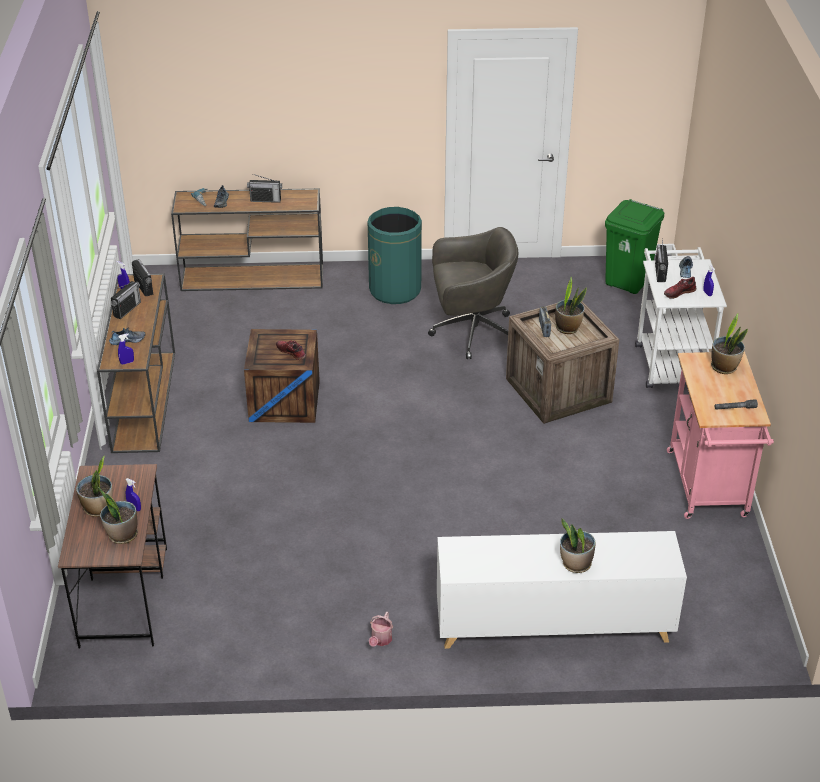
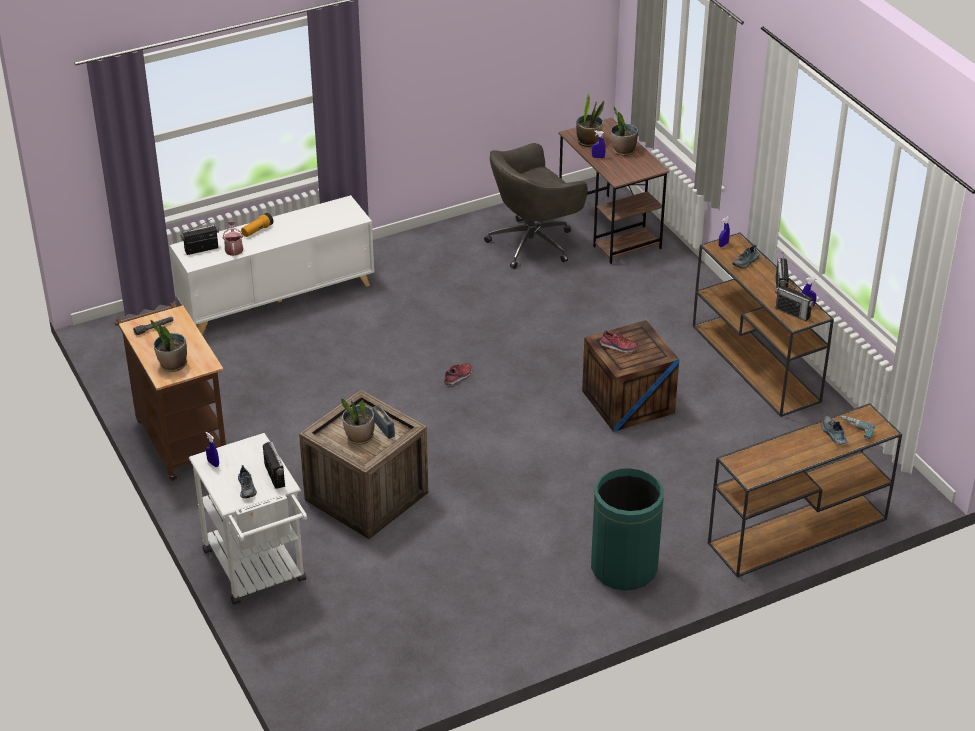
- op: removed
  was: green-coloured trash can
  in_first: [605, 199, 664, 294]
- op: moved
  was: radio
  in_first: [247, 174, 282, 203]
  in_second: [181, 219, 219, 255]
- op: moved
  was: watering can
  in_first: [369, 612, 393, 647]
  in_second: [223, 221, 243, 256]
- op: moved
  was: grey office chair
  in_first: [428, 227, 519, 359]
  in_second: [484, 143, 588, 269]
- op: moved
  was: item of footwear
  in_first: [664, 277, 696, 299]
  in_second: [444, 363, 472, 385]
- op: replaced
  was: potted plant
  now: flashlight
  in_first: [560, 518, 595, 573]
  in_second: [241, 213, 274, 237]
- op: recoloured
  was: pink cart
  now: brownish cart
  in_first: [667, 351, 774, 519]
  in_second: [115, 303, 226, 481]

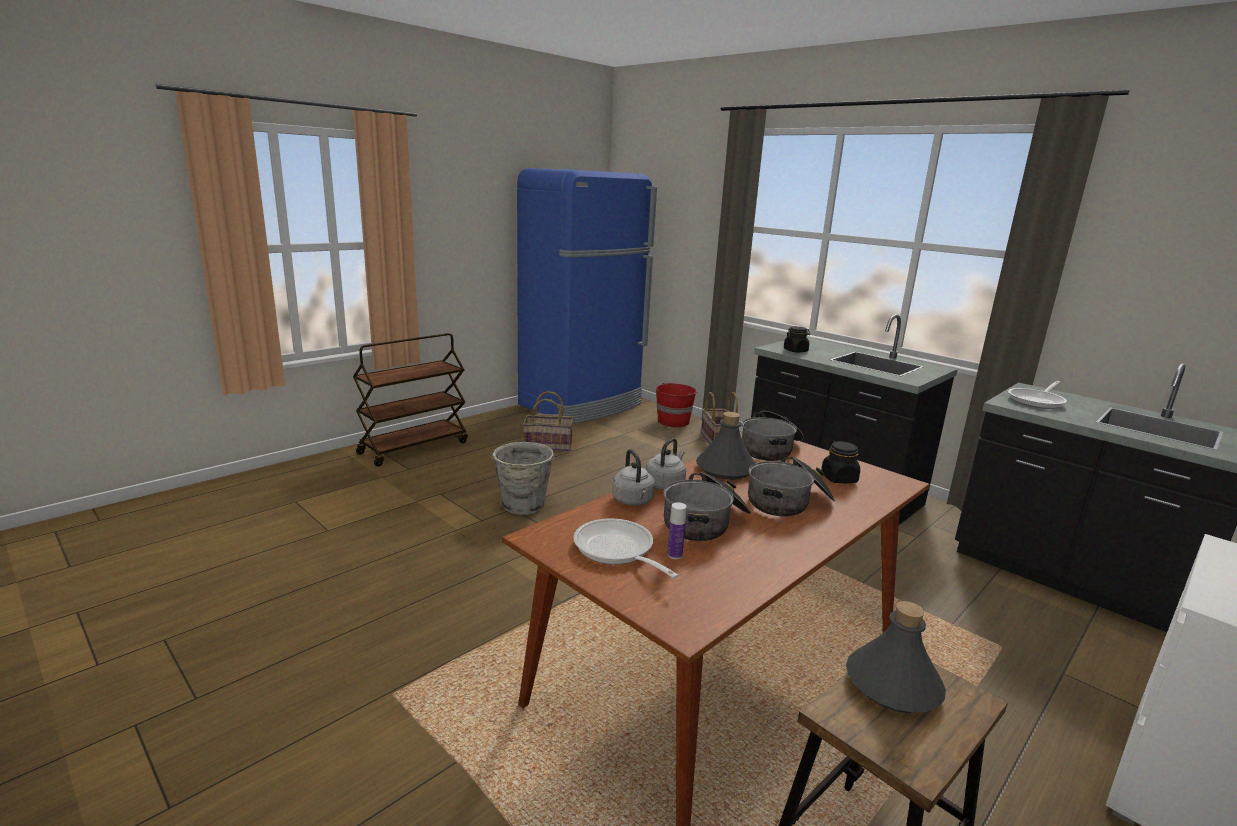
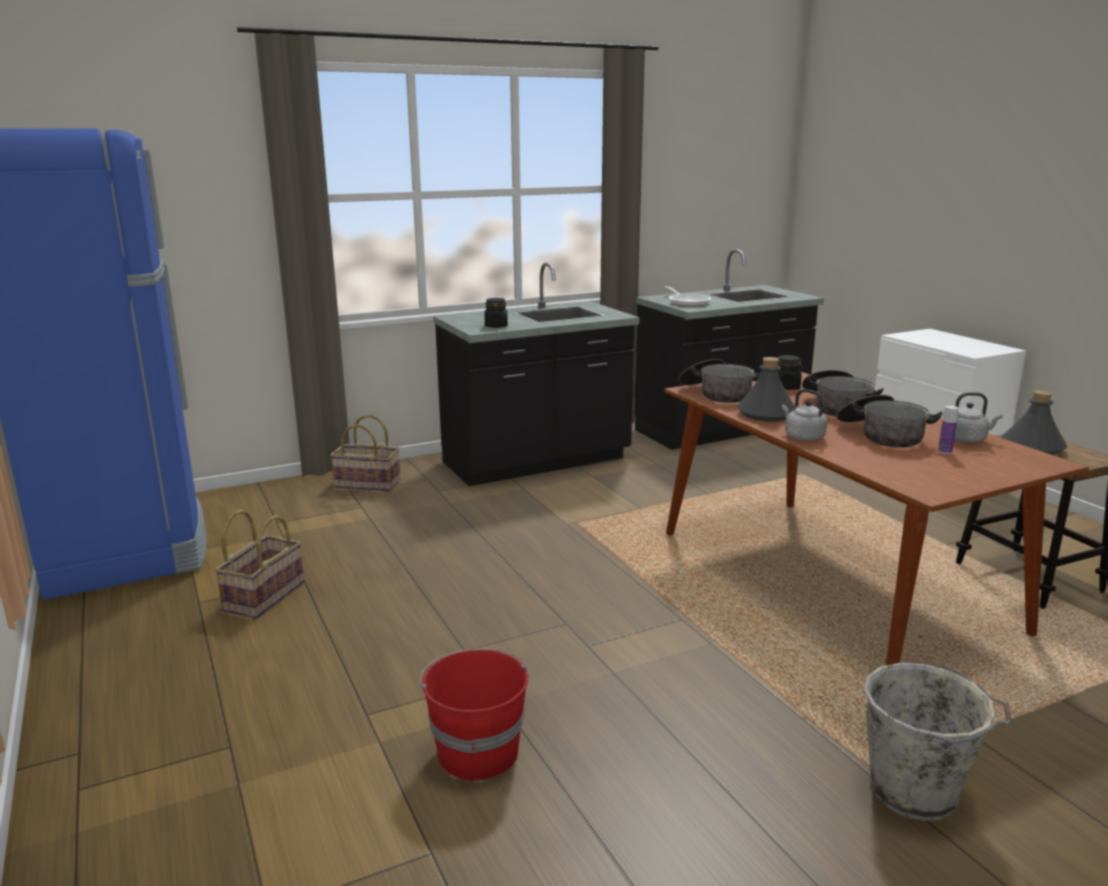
- op: removed
  was: brownish cart
  in_first: [353, 333, 468, 467]
- op: removed
  was: frying pan
  in_first: [573, 518, 679, 578]
- op: moved
  was: grey water bucket
  in_first: [489, 442, 555, 515]
  in_second: [864, 663, 1012, 821]
- op: moved
  was: grey kettle
  in_first: [612, 449, 655, 506]
  in_second: [954, 392, 1003, 443]
- op: moved
  was: reddish water bucket
  in_first: [656, 383, 698, 427]
  in_second: [419, 648, 528, 782]

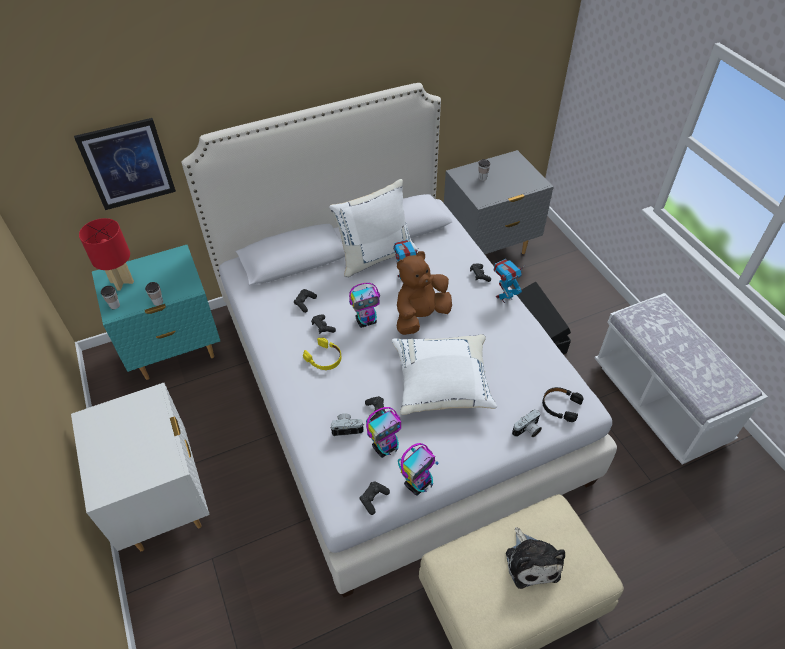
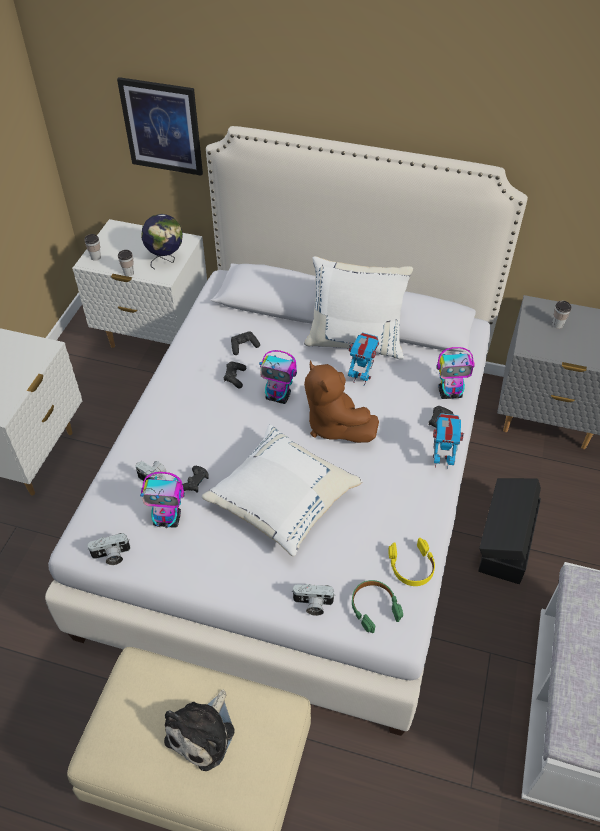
- op: removed
  was: reddish lamp for a table
  in_first: [79, 218, 134, 290]
- op: added
  now: globe
  in_second: [141, 214, 183, 270]
- op: moved
  was: yellow pair of headphones
  in_first: [303, 337, 341, 370]
  in_second: [388, 538, 435, 586]
- op: moved
  was: toy robot
  in_first: [398, 443, 439, 496]
  in_second: [437, 347, 475, 399]
- op: replaced
  was: black-coloured game controller
  now: photo camera
  in_first: [359, 482, 390, 515]
  in_second: [87, 533, 130, 565]
- op: recoloured
  was: turquoise bedside table
  now: white bedside table
  in_first: [92, 245, 220, 380]
  in_second: [72, 219, 207, 348]
- op: recoloured
  was: black-coloured pair of headphones
  now: green-coloured pair of headphones
  in_first: [542, 387, 583, 422]
  in_second: [352, 580, 403, 633]
- op: turned
  was: brownish cuddly toy
  in_first: [397, 251, 452, 335]
  in_second: [304, 361, 379, 443]
  clockwise: -120

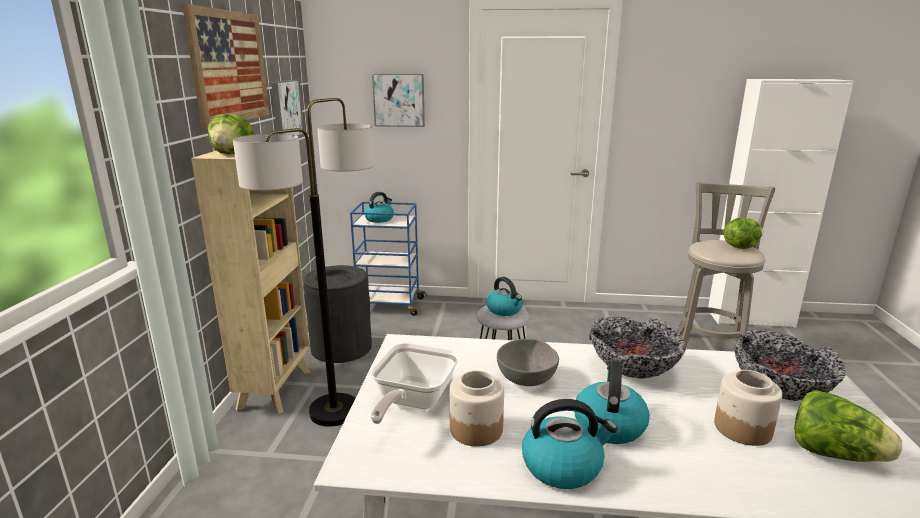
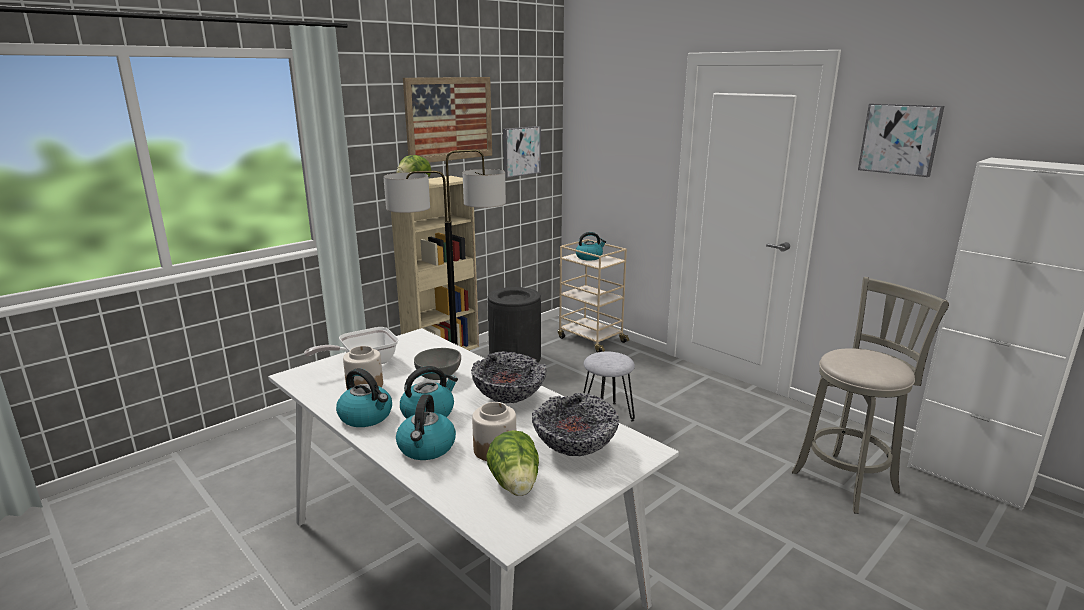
- op: removed
  was: lettuce
  in_first: [724, 218, 763, 249]
- op: moved
  was: wall art
  in_first: [372, 74, 425, 127]
  in_second: [858, 103, 944, 177]
- op: moved
  was: kettle
  in_first: [486, 277, 523, 316]
  in_second: [396, 394, 456, 460]
- op: recoloured
  was: bluish cart
  now: beige-coloured cart
  in_first: [350, 202, 427, 316]
  in_second: [558, 239, 629, 352]

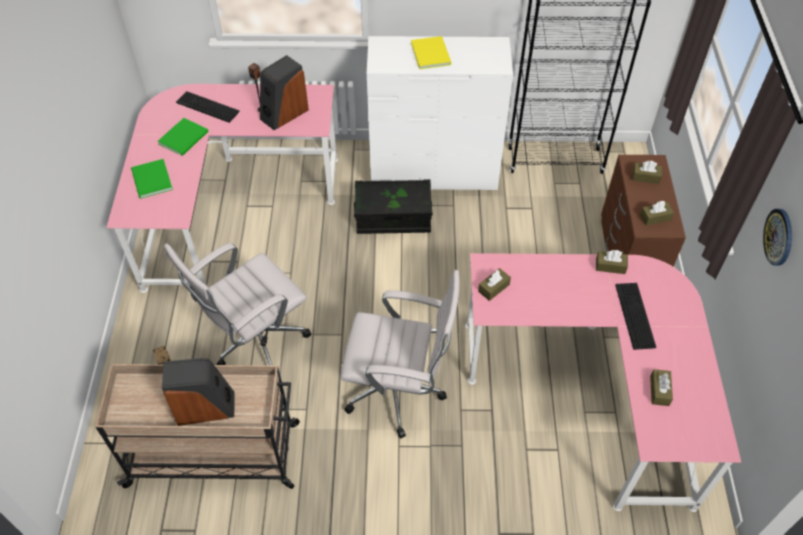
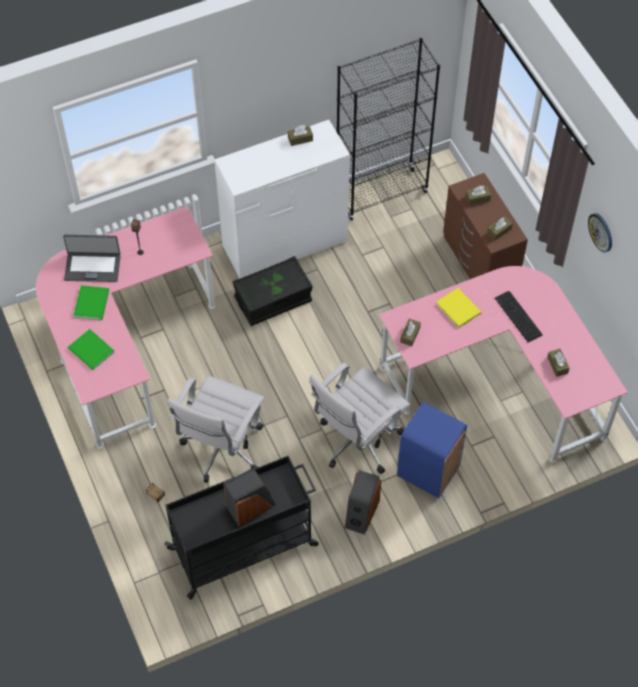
- op: added
  now: bluish trash can
  in_second: [397, 402, 467, 498]
- op: moved
  was: audio speaker
  in_first: [260, 55, 309, 130]
  in_second: [345, 470, 381, 535]
- op: moved
  was: yellow bound book
  in_first: [411, 36, 451, 69]
  in_second: [436, 288, 482, 328]
- op: moved
  was: brownish tissue box
  in_first: [596, 250, 628, 274]
  in_second: [288, 125, 313, 146]
- op: replaced
  was: computer keyboard
  now: notebook computer
  in_first: [176, 91, 240, 123]
  in_second: [63, 235, 120, 282]
- op: recoloured
  was: beige-coloured cart
  now: black-coloured cart
  in_first: [95, 364, 300, 489]
  in_second: [164, 456, 319, 599]
- op: turned
  was: white office chair
  in_first: [340, 270, 460, 439]
  in_second: [309, 363, 410, 474]
  clockwise: 150

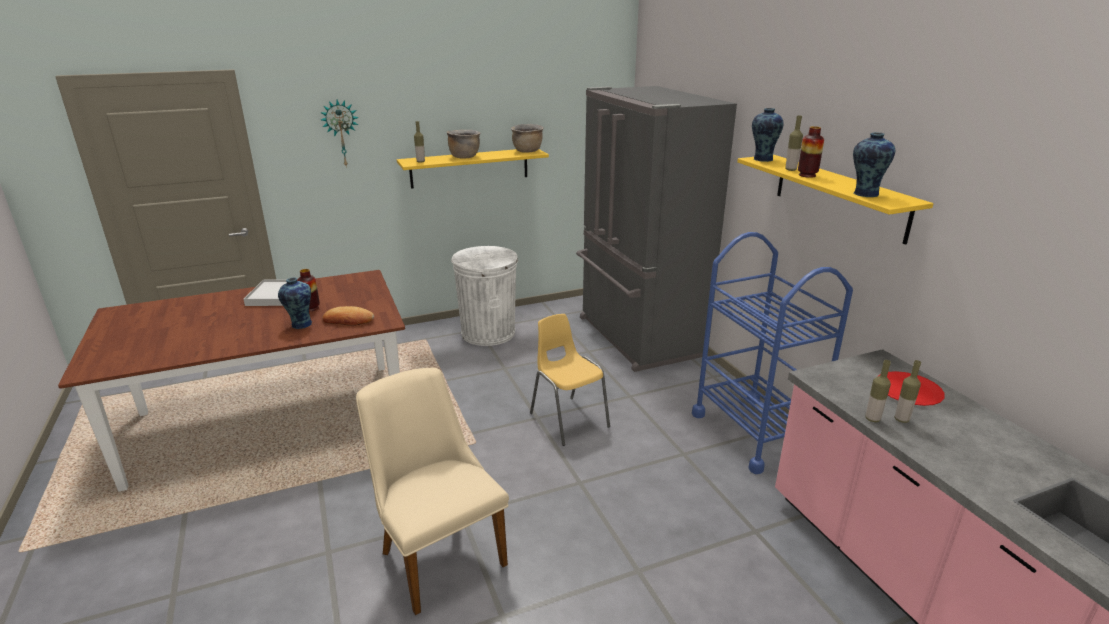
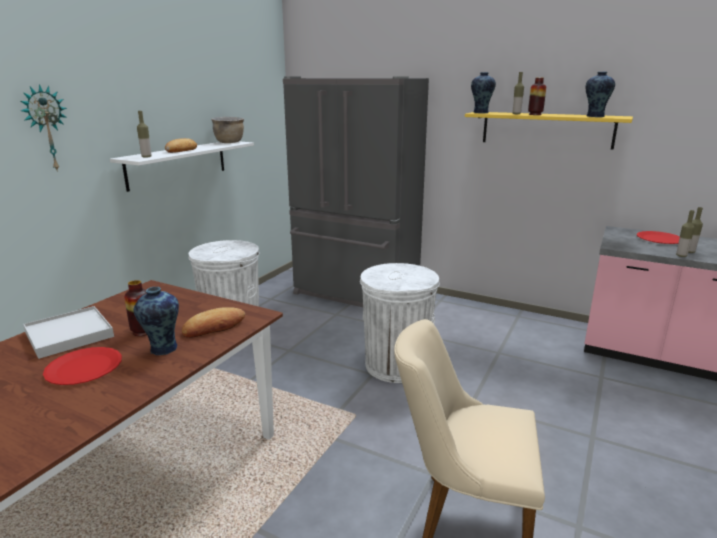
- op: removed
  was: bluish cart
  in_first: [692, 232, 853, 474]
- op: added
  now: reddish flat dish
  in_second: [43, 347, 122, 385]
- op: replaced
  was: brownish cooking pot
  now: bread
  in_first: [447, 130, 480, 159]
  in_second: [165, 138, 197, 153]
- op: replaced
  was: yellow plain chair
  now: white trash can
  in_first: [530, 314, 610, 446]
  in_second: [360, 263, 440, 383]
- op: recoloured
  was: yellow wall shelf
  now: white wall shelf
  in_first: [397, 149, 549, 189]
  in_second: [110, 141, 254, 192]

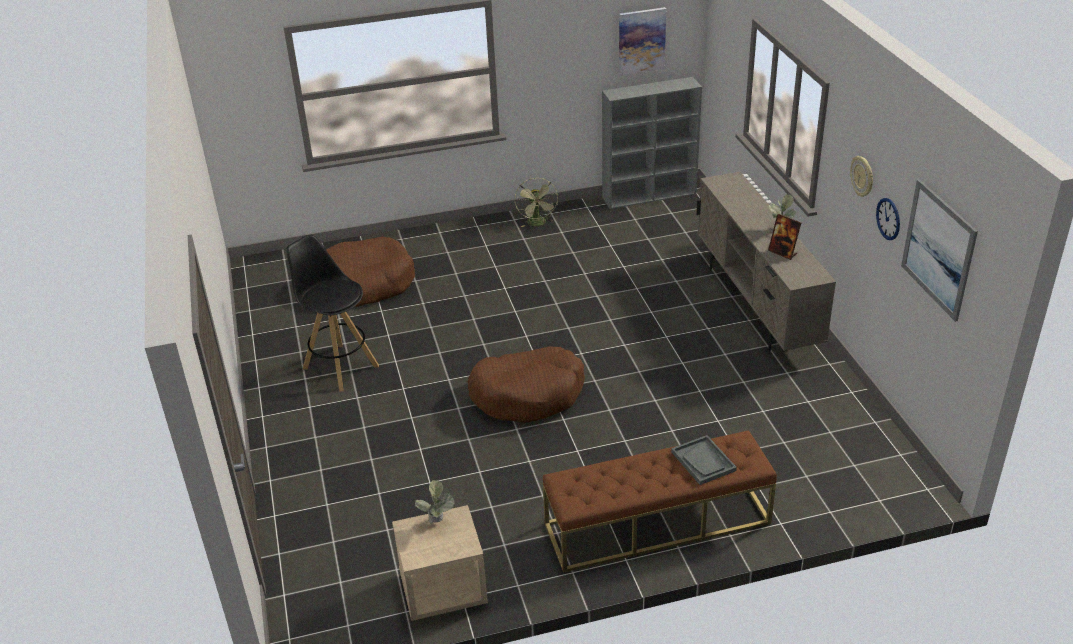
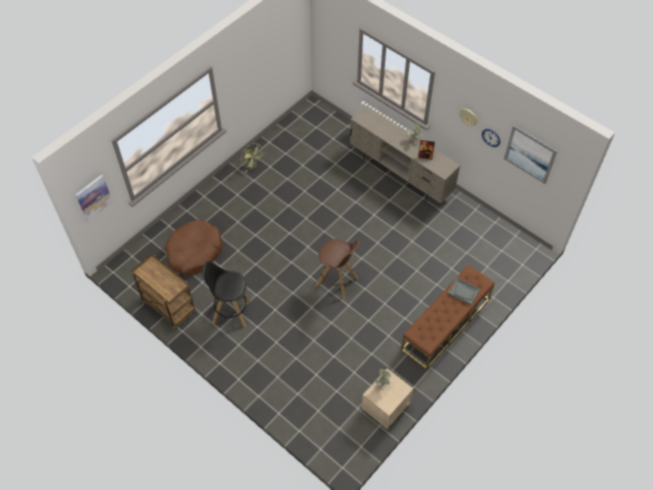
- op: removed
  was: grey shelving unit
  in_first: [602, 77, 702, 209]
- op: added
  now: brownish cart
  in_second: [131, 254, 196, 330]
- op: moved
  was: wall art
  in_first: [619, 7, 666, 75]
  in_second: [76, 175, 113, 221]
- op: replaced
  was: brownish pet bed
  now: brownish sitting stool
  in_first: [468, 346, 585, 423]
  in_second: [316, 239, 360, 300]

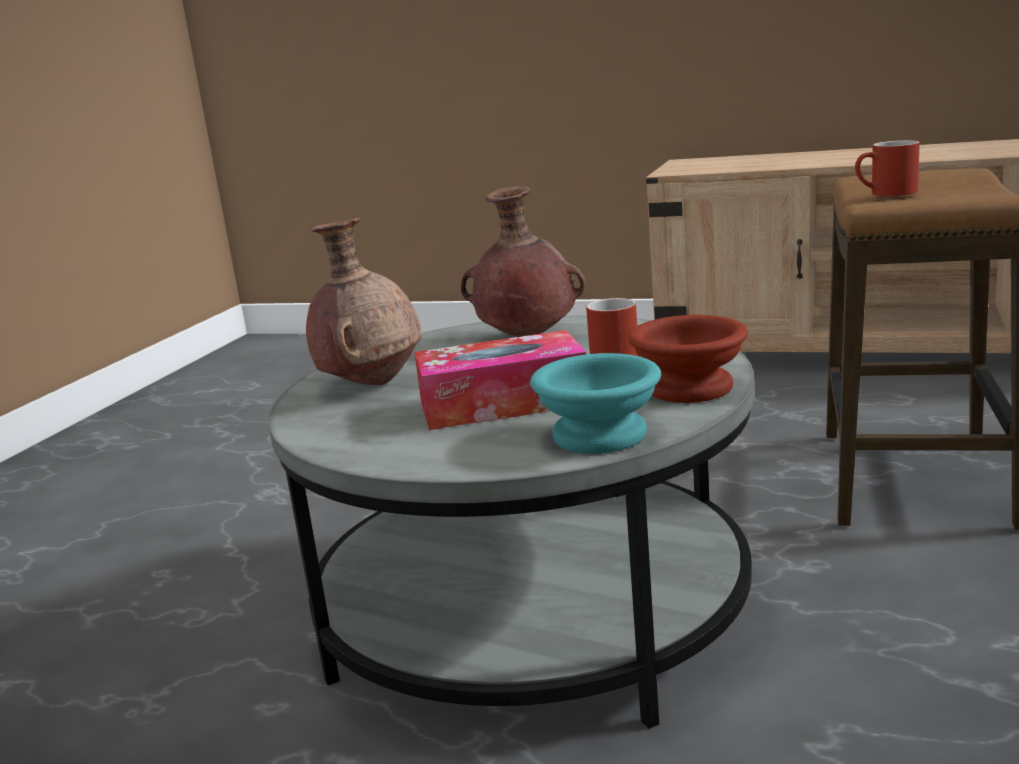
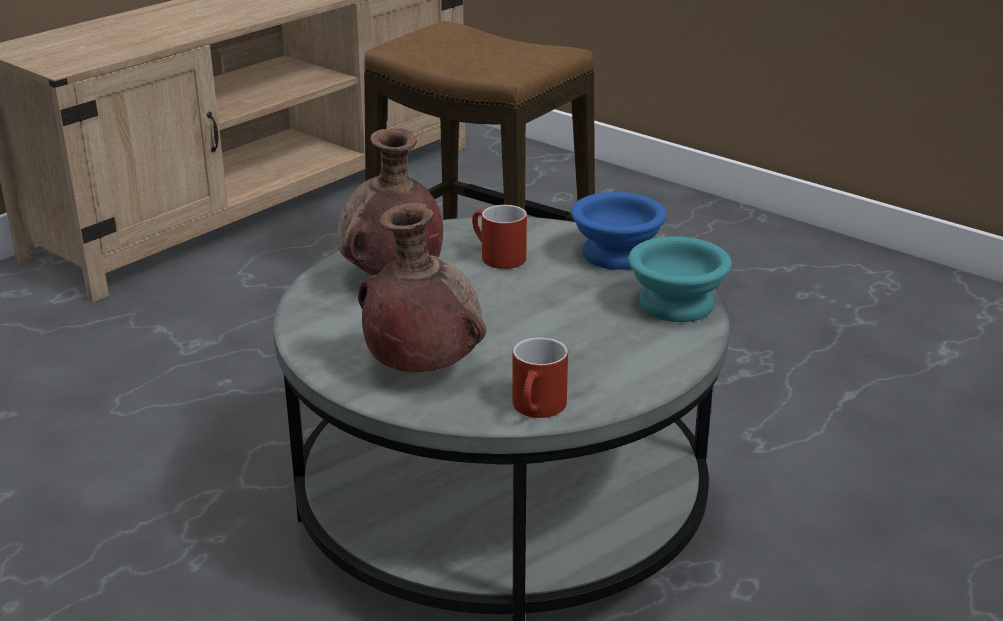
- op: removed
  was: tissue box
  in_first: [414, 330, 586, 430]
- op: moved
  was: reddish coffee mug
  in_first: [855, 140, 920, 196]
  in_second: [512, 337, 568, 418]
- op: recoloured
  was: brownish serving bowl
  now: bluish serving bowl
  in_first: [628, 315, 748, 403]
  in_second: [571, 192, 667, 270]

